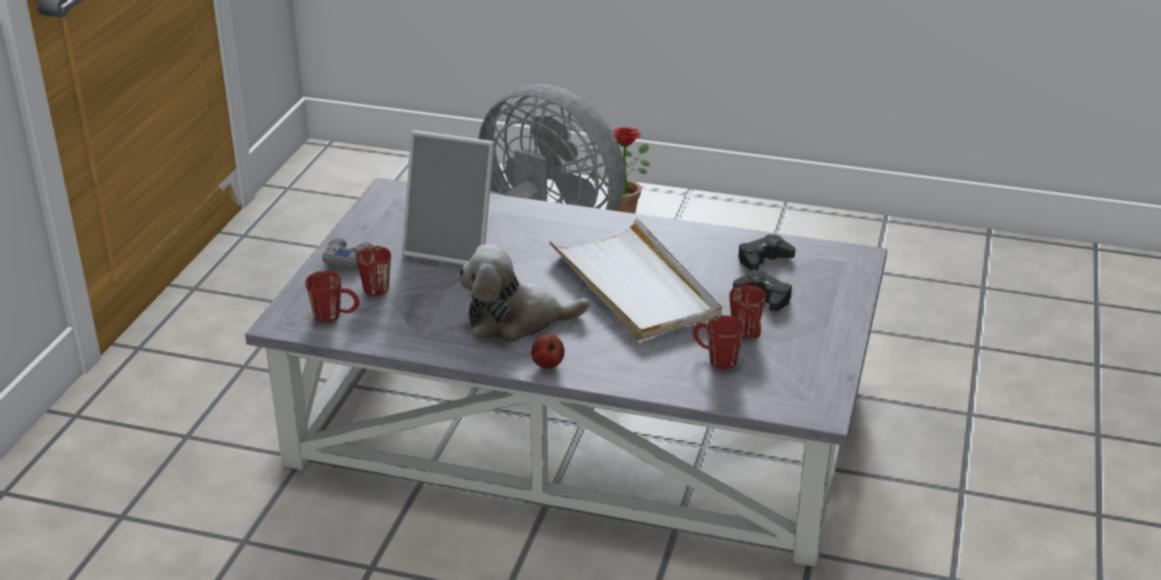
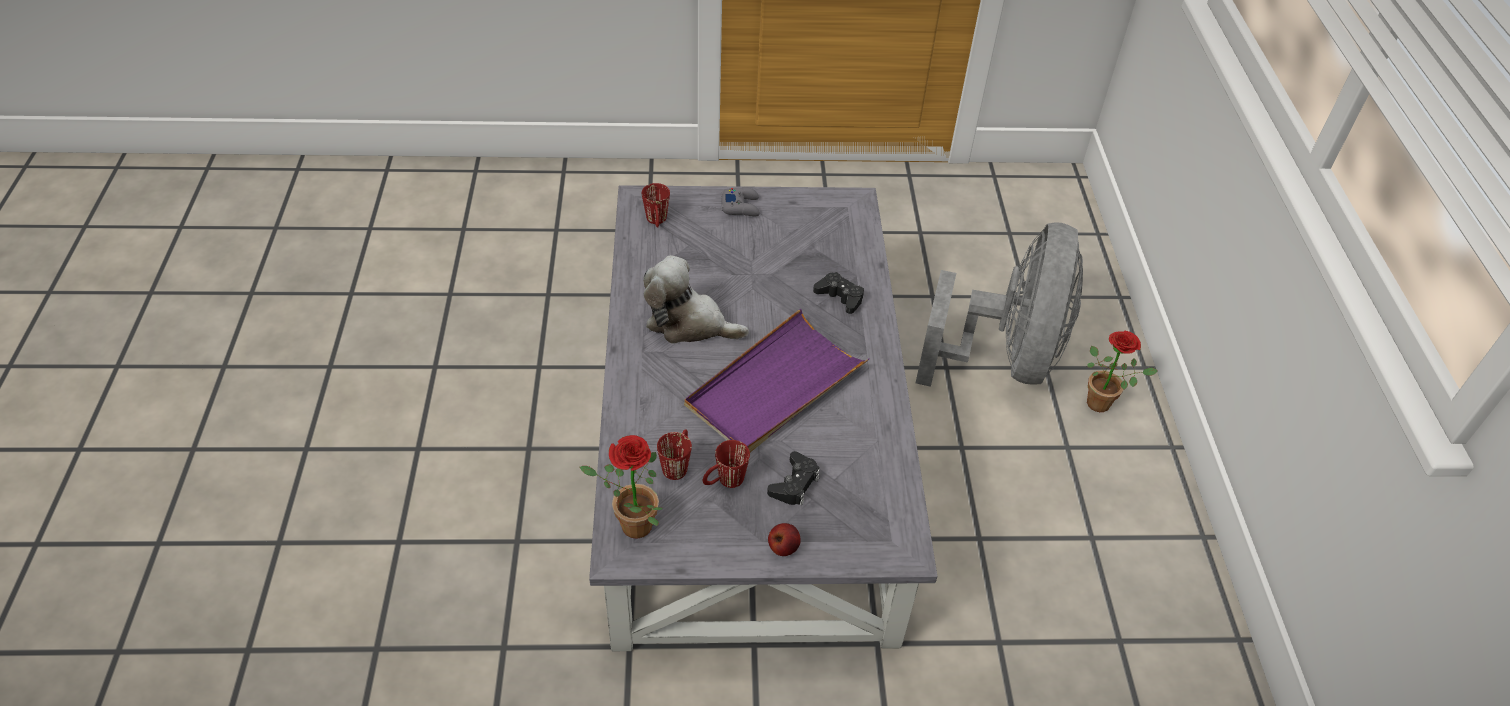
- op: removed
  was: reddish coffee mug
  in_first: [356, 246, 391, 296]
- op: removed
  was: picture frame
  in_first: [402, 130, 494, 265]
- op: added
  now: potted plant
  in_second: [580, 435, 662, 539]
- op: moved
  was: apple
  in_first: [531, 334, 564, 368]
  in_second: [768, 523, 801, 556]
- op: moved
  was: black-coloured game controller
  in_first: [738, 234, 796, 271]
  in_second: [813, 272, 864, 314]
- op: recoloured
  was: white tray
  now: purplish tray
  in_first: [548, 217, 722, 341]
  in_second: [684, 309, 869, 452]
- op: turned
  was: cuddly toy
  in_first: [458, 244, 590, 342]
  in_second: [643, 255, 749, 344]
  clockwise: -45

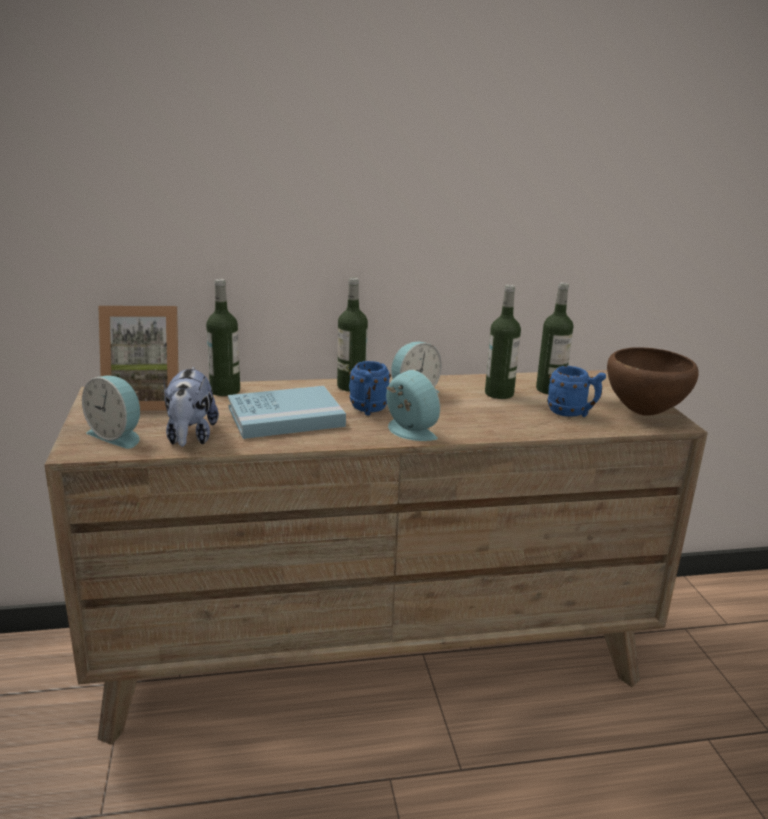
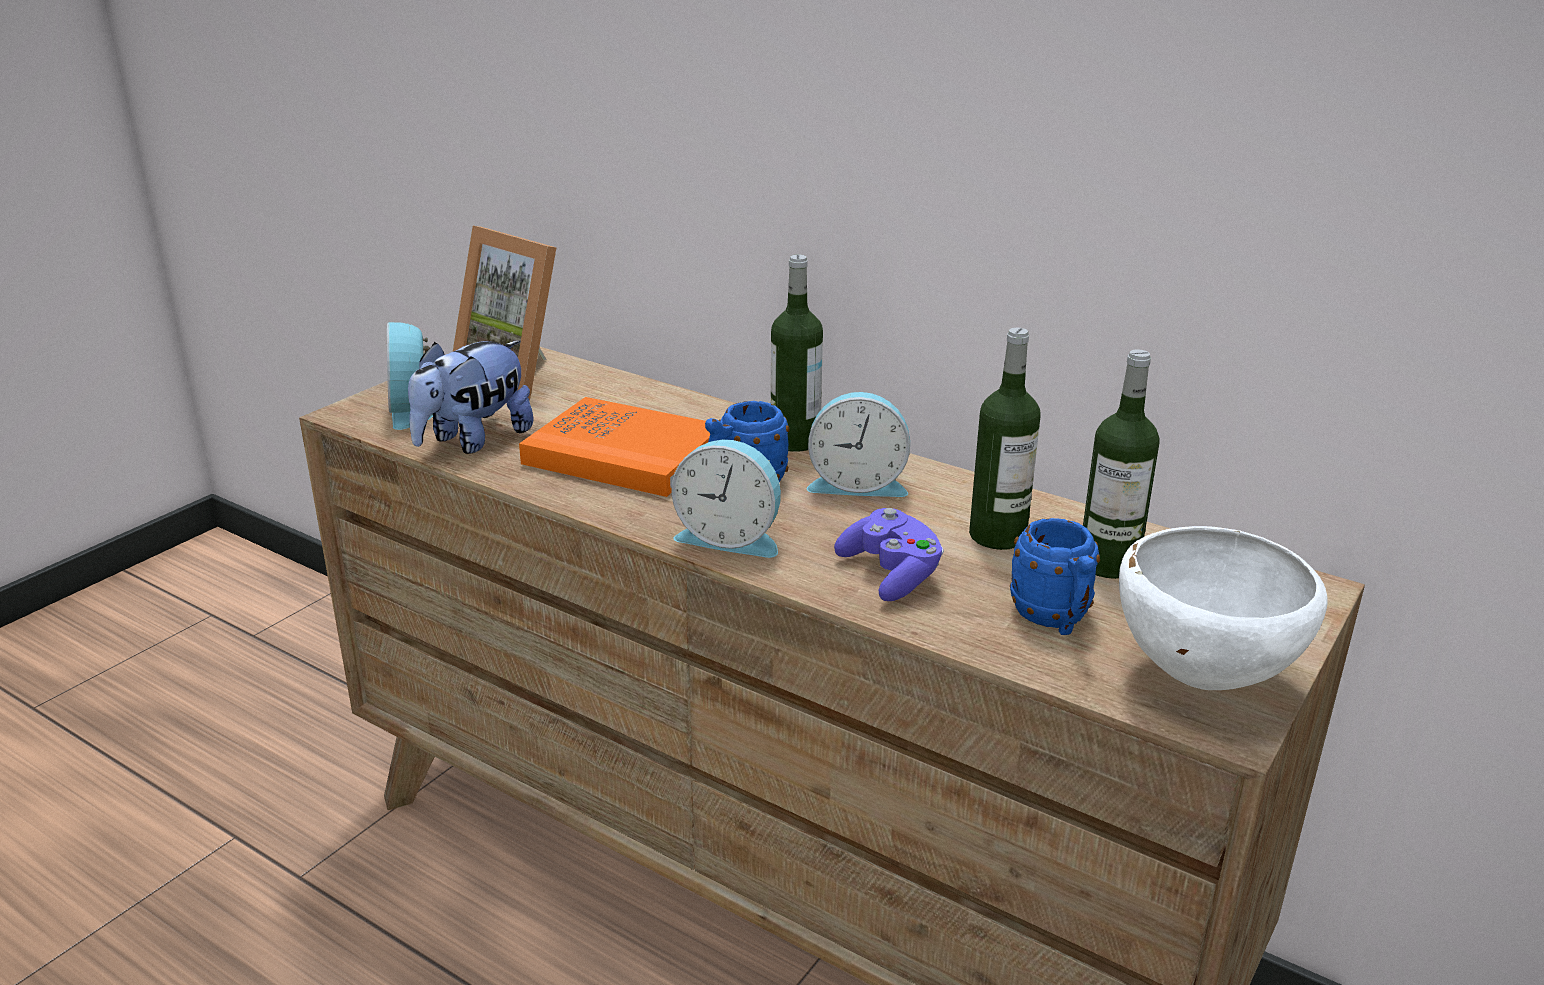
- op: removed
  was: bottle
  in_first: [206, 279, 240, 396]
- op: added
  now: purplish game controller
  in_second: [834, 508, 944, 601]
- op: recoloured
  was: bluish bound book
  now: orangey bound book
  in_first: [228, 386, 346, 439]
  in_second: [519, 397, 710, 497]
- op: recoloured
  was: brownish serving bowl
  now: white serving bowl
  in_first: [607, 347, 699, 416]
  in_second: [1119, 526, 1328, 690]
- op: turned
  was: bedside clock
  in_first: [386, 370, 440, 441]
  in_second: [672, 440, 781, 558]
  clockwise: 105

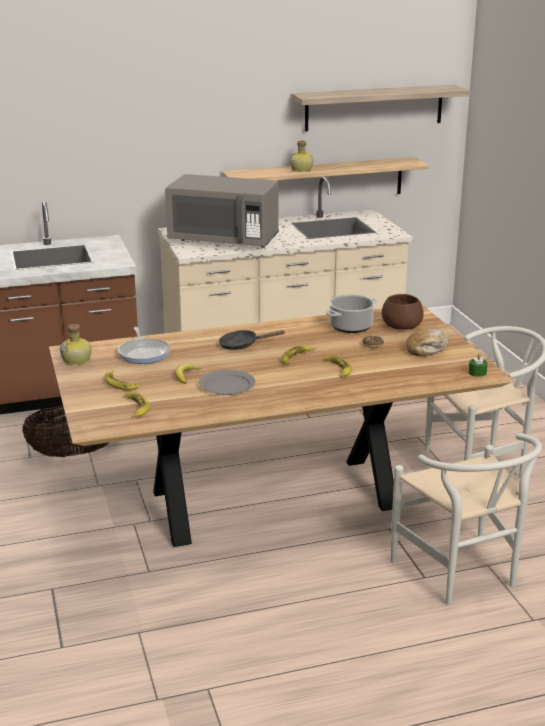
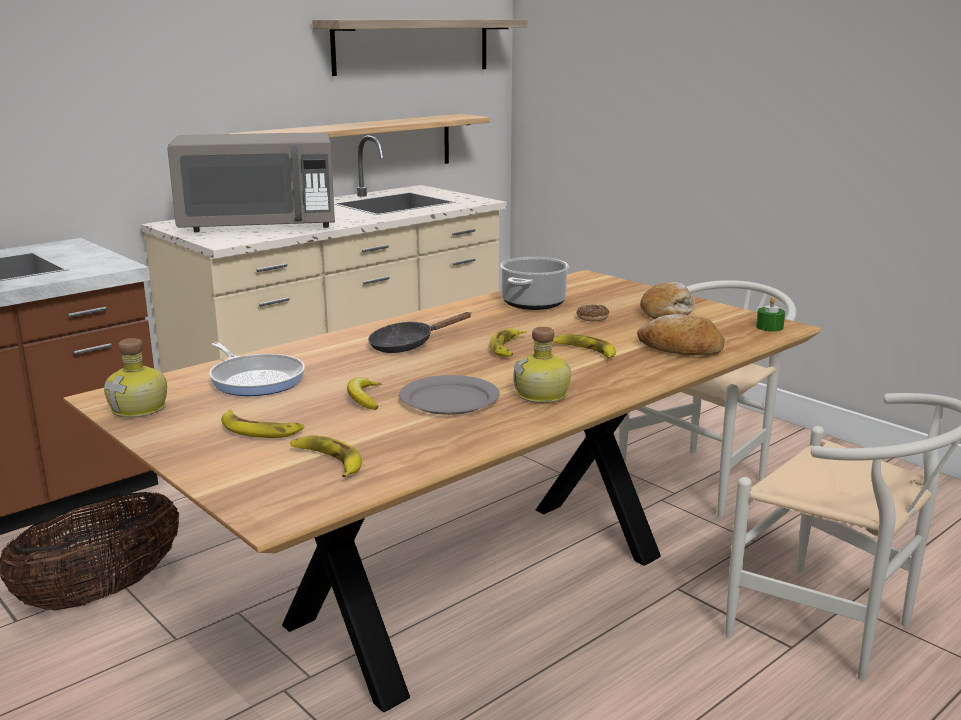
- op: removed
  was: brownish serving bowl
  in_first: [382, 294, 424, 330]
- op: added
  now: bread
  in_second: [637, 314, 725, 355]
- op: moved
  was: bottle
  in_first: [290, 141, 313, 172]
  in_second: [513, 327, 571, 403]

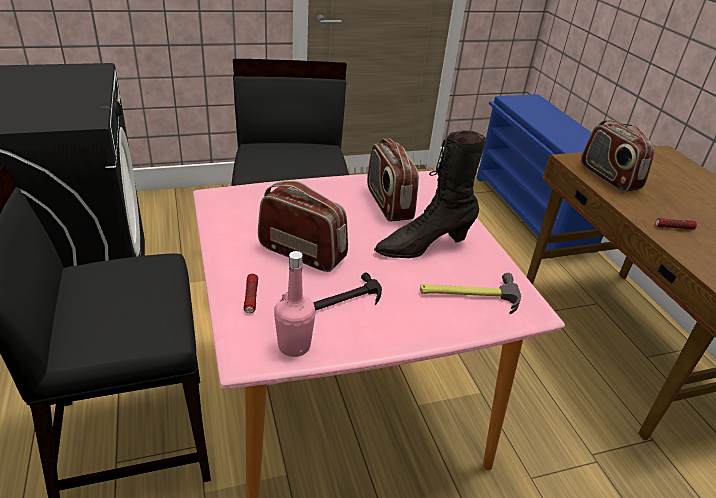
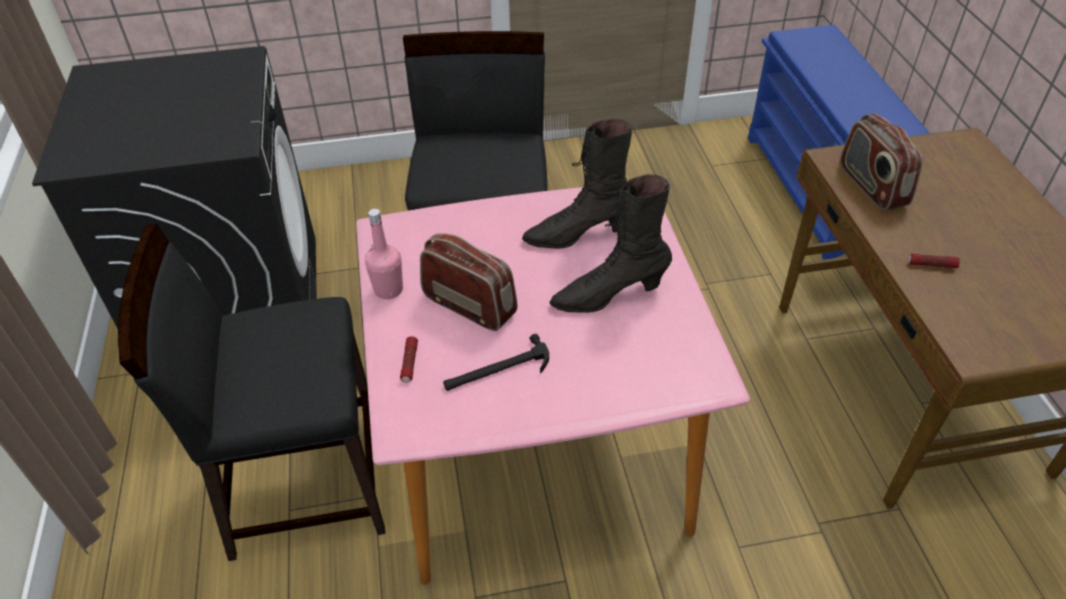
- op: removed
  was: hammer
  in_first: [420, 273, 521, 314]
- op: moved
  was: pink bottle
  in_first: [274, 251, 316, 357]
  in_second: [365, 208, 403, 299]
- op: replaced
  was: radio
  now: black-coloured high-top boot
  in_first: [367, 138, 419, 222]
  in_second: [522, 118, 632, 249]

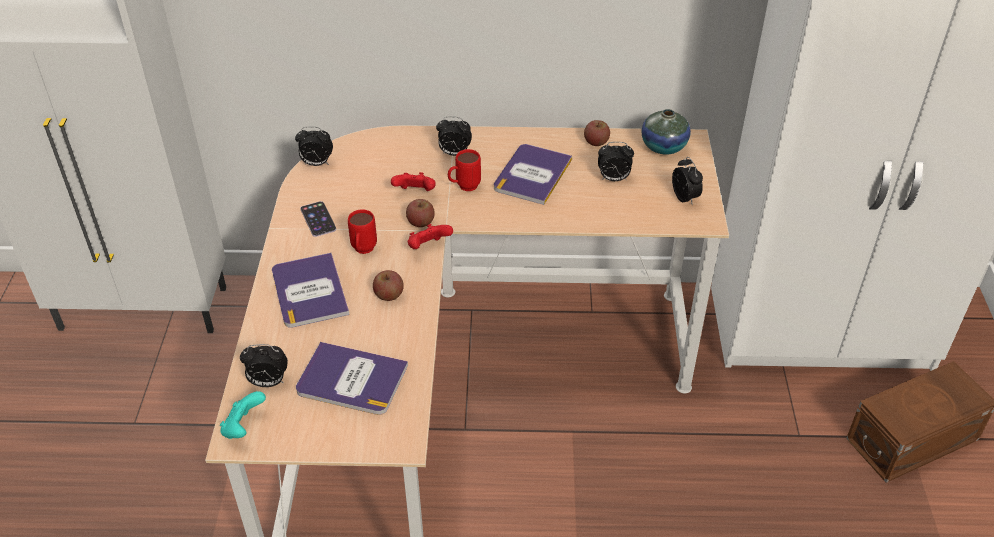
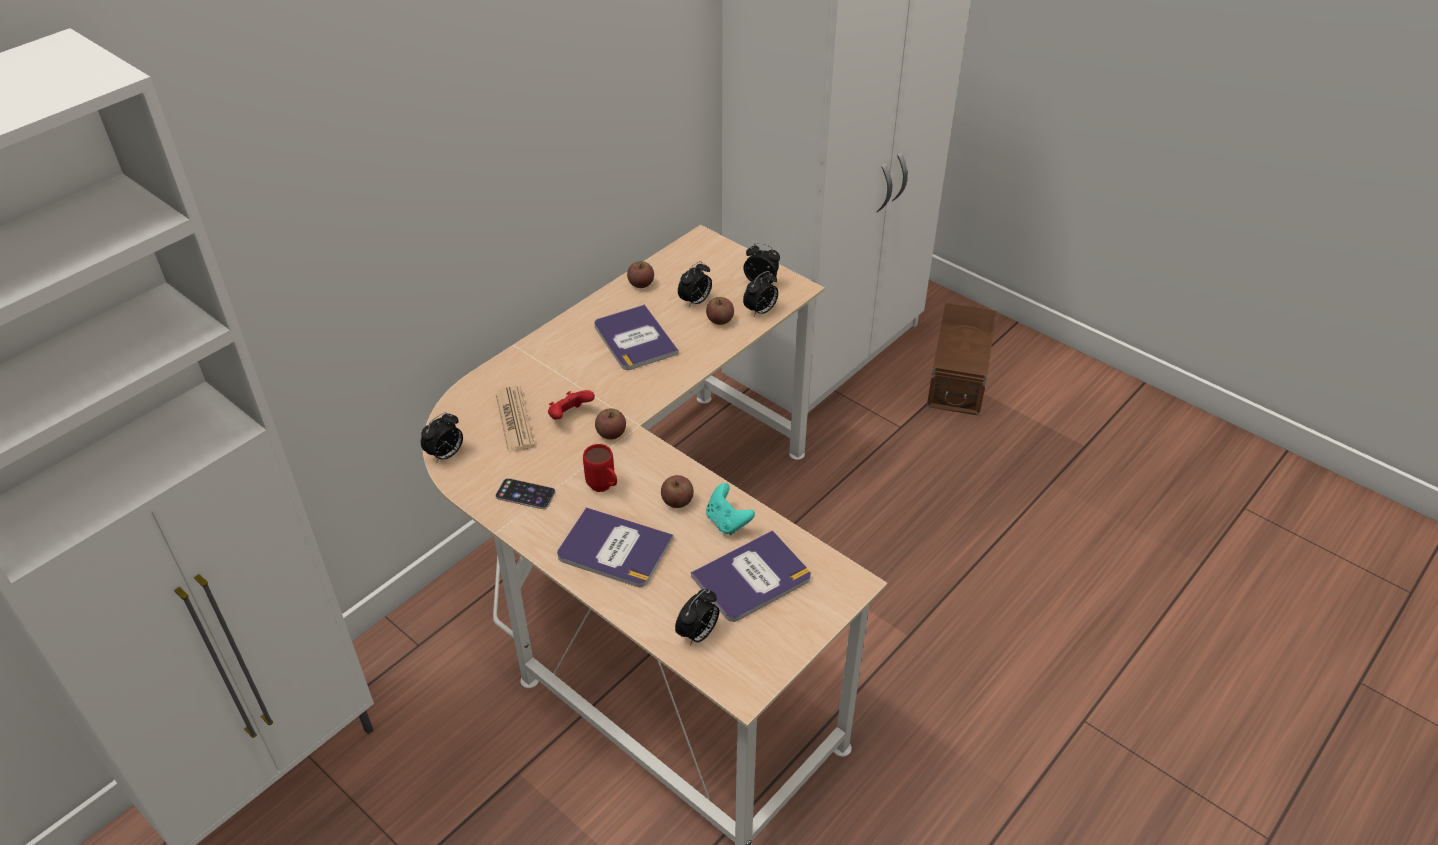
- op: removed
  was: reddish game controller
  in_first: [408, 224, 453, 249]
- op: removed
  was: reddish coffee mug
  in_first: [448, 149, 481, 191]
- op: removed
  was: decorative vase
  in_first: [642, 109, 691, 155]
- op: added
  now: newspaper
  in_second: [496, 386, 535, 452]
- op: added
  now: apple
  in_second: [706, 297, 734, 325]
- op: moved
  was: turquoise game controller
  in_first: [220, 391, 266, 439]
  in_second: [706, 483, 755, 535]
- op: moved
  was: bedside clock
  in_first: [436, 116, 472, 156]
  in_second: [743, 271, 778, 316]

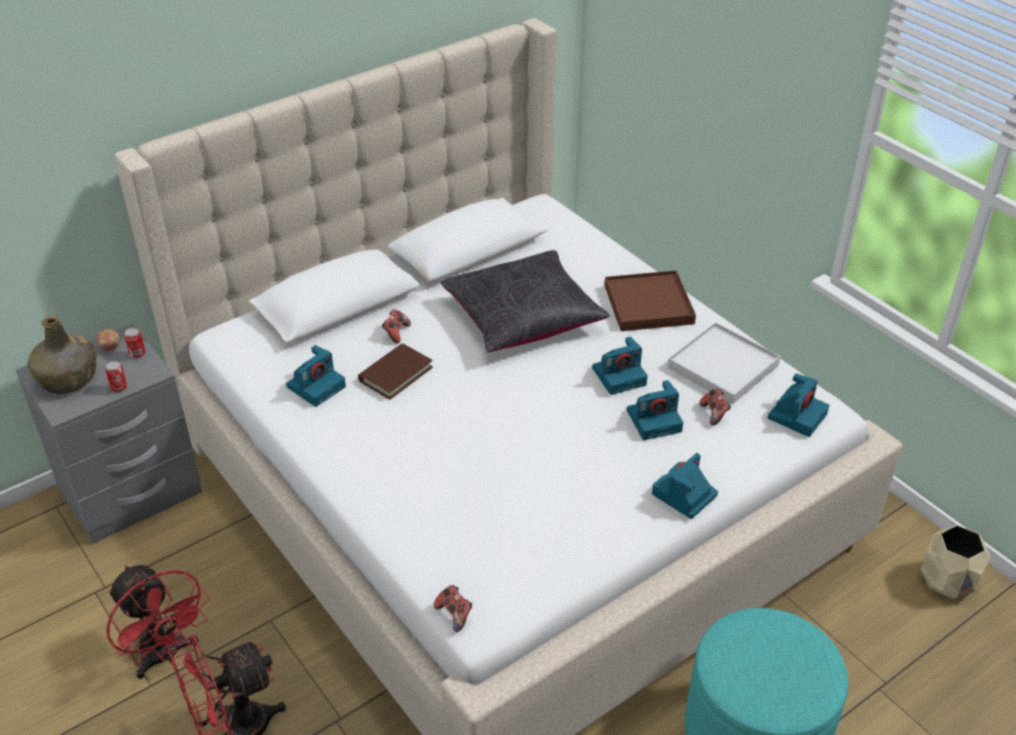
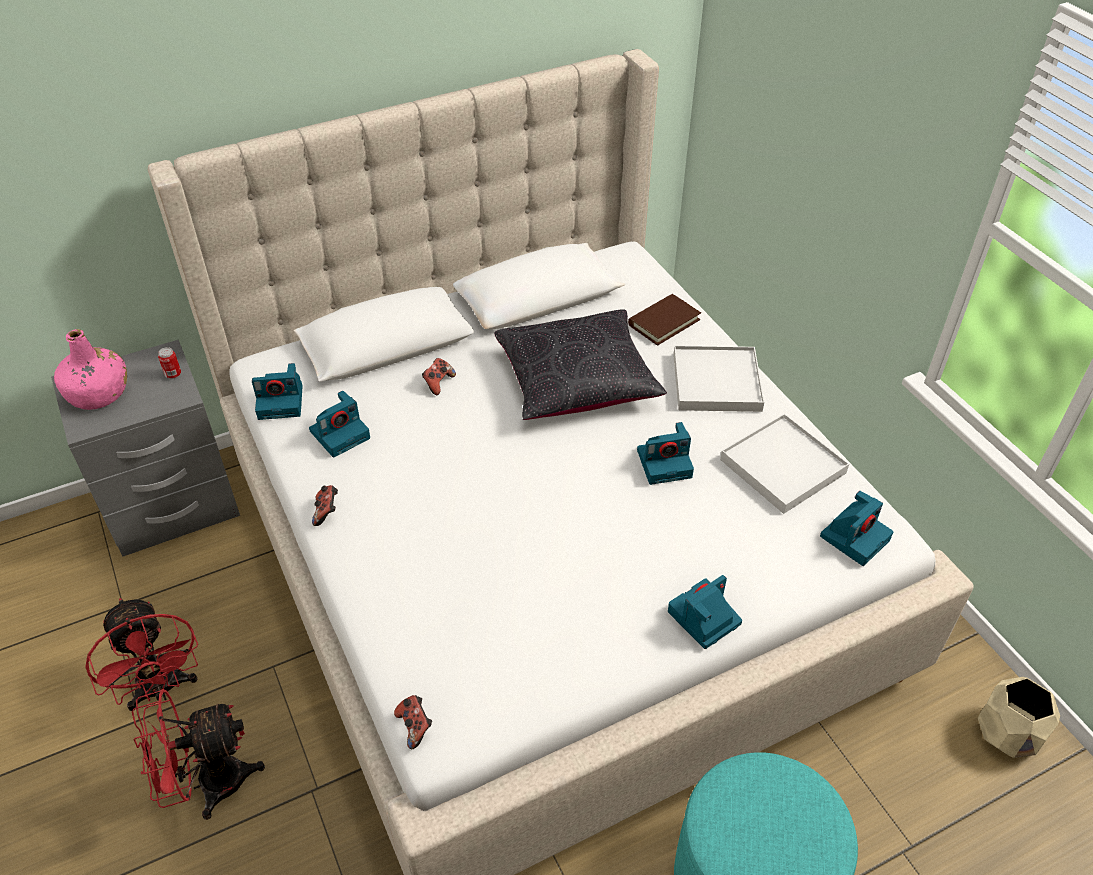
- op: removed
  was: apple
  in_first: [97, 329, 120, 351]
- op: removed
  was: sealed can
  in_first: [105, 361, 127, 392]
- op: moved
  was: brownish bound book
  in_first: [358, 343, 433, 400]
  in_second: [628, 294, 701, 346]
- op: moved
  was: photo camera
  in_first: [627, 380, 683, 440]
  in_second: [252, 363, 303, 420]
- op: moved
  was: game controller
  in_first: [700, 389, 731, 426]
  in_second: [312, 485, 338, 526]
- op: recoloured
  was: green-coloured bottle
  now: pink bottle
  in_first: [28, 316, 97, 394]
  in_second: [54, 329, 127, 410]
- op: recoloured
  was: brownish tray
  now: white tray
  in_first: [605, 270, 696, 331]
  in_second: [673, 346, 765, 412]

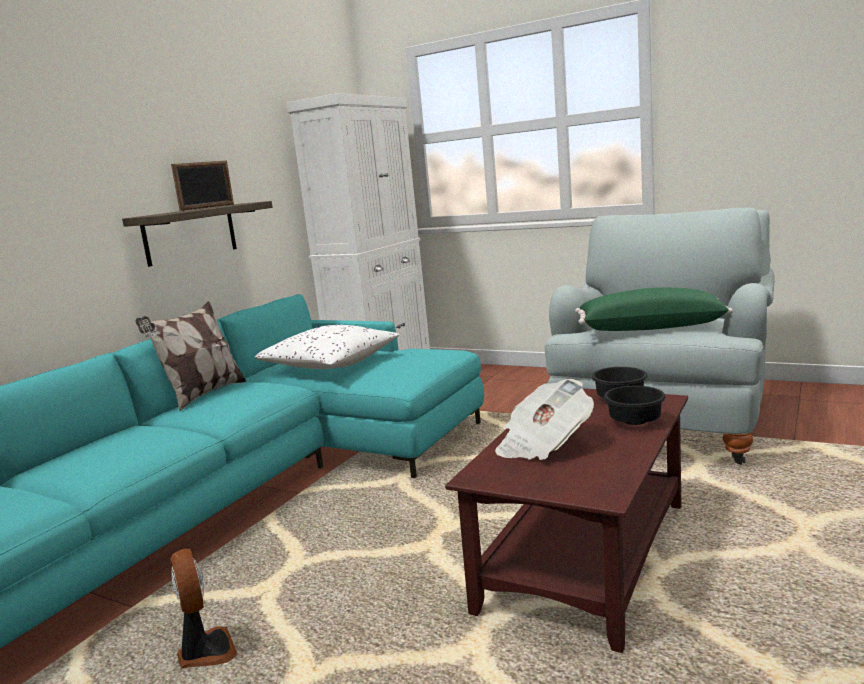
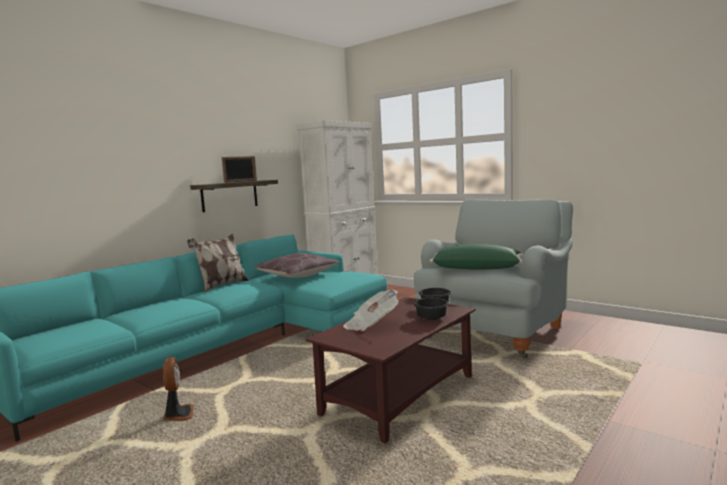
- op: recoloured
  was: white pillow
  now: brownish pillow
  in_first: [255, 325, 399, 369]
  in_second: [254, 253, 339, 278]

